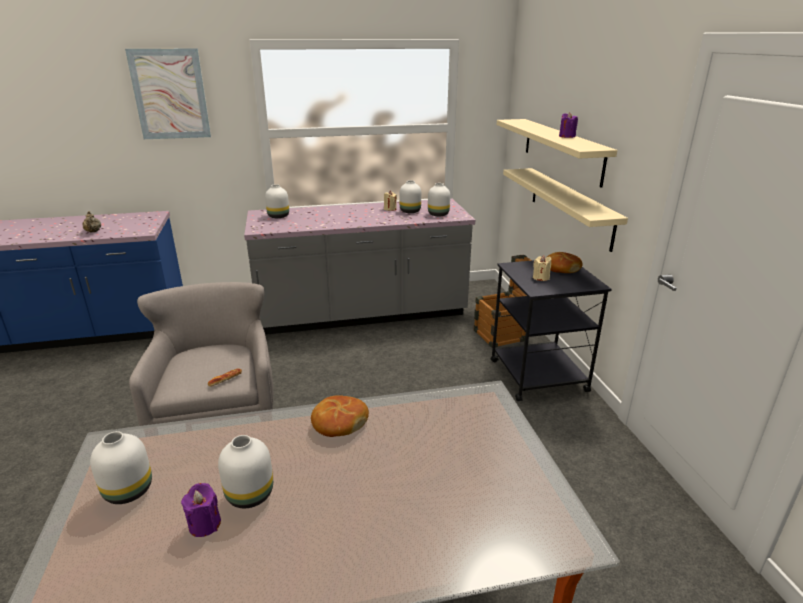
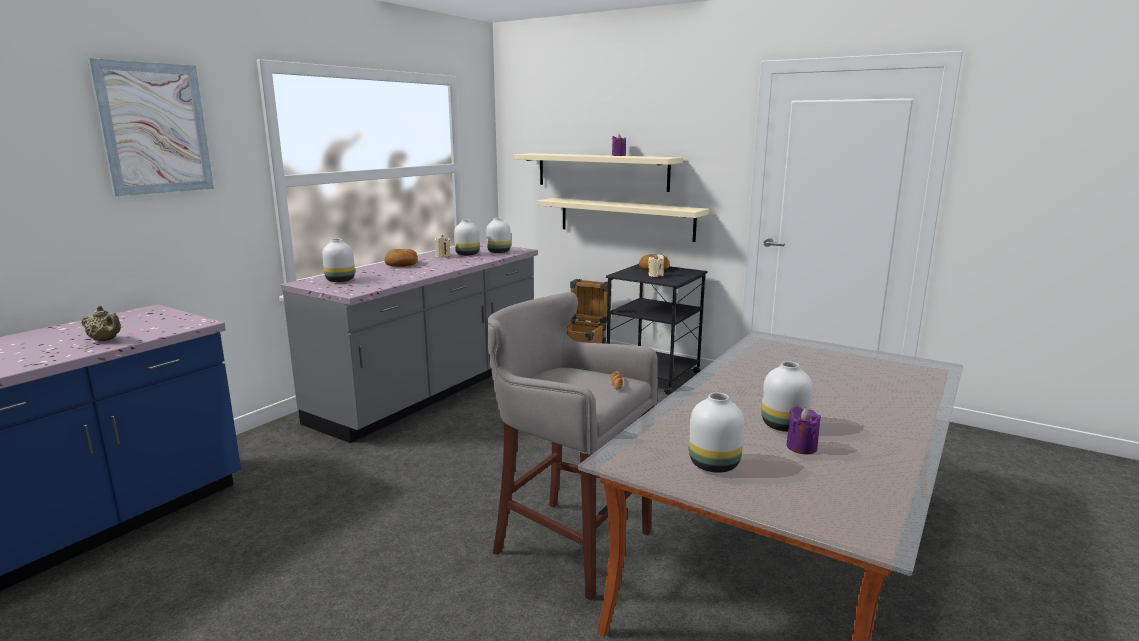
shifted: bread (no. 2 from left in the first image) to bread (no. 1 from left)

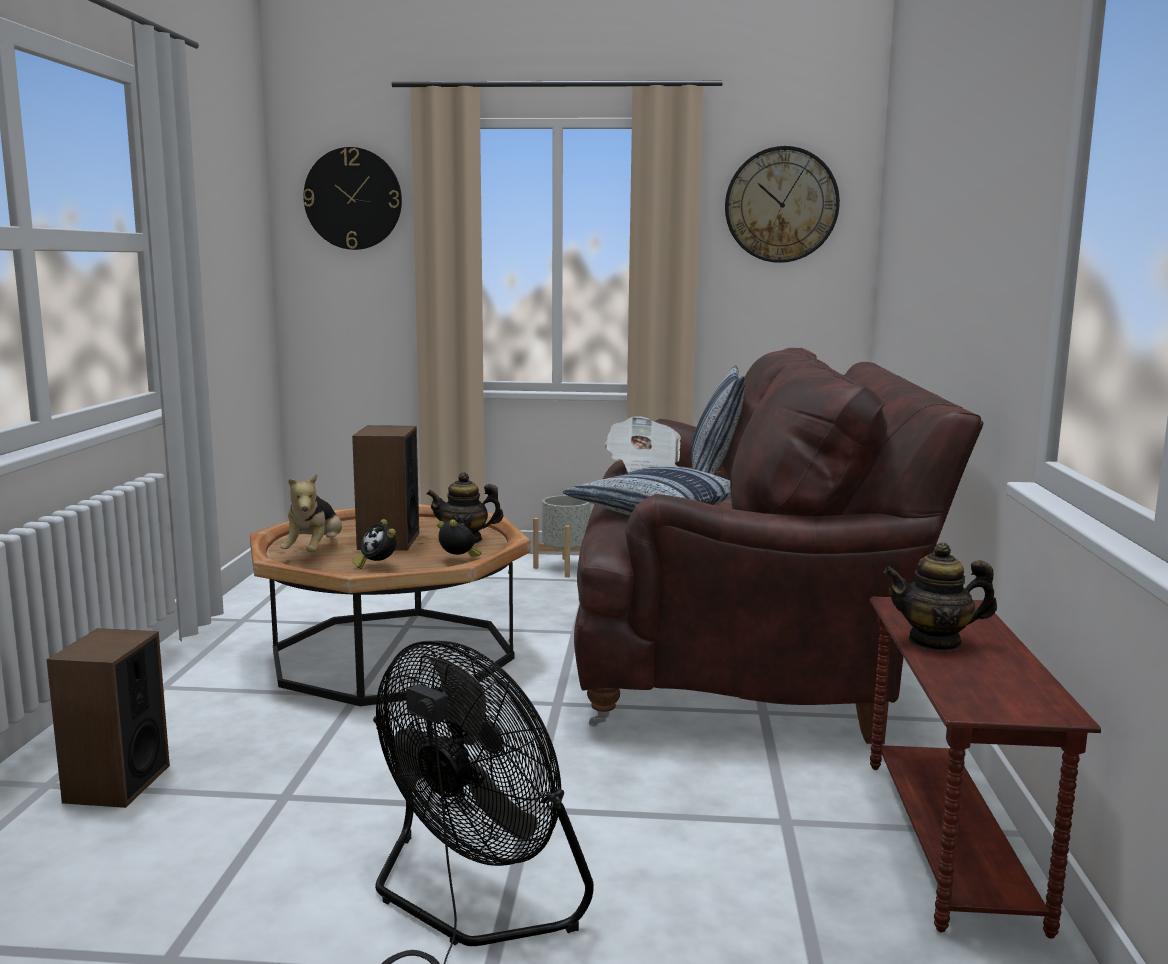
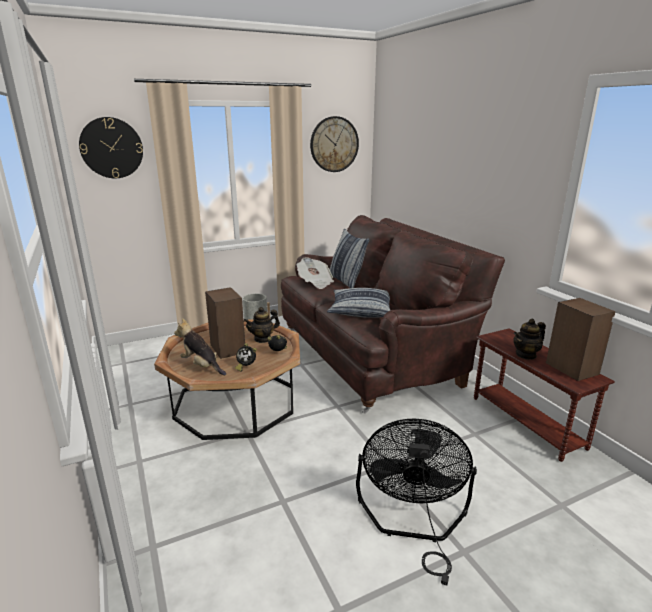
shifted: speaker (no. 1 from left in the first image) to speaker (no. 2 from left)
rotated: plush toy 150 degrees clockwise

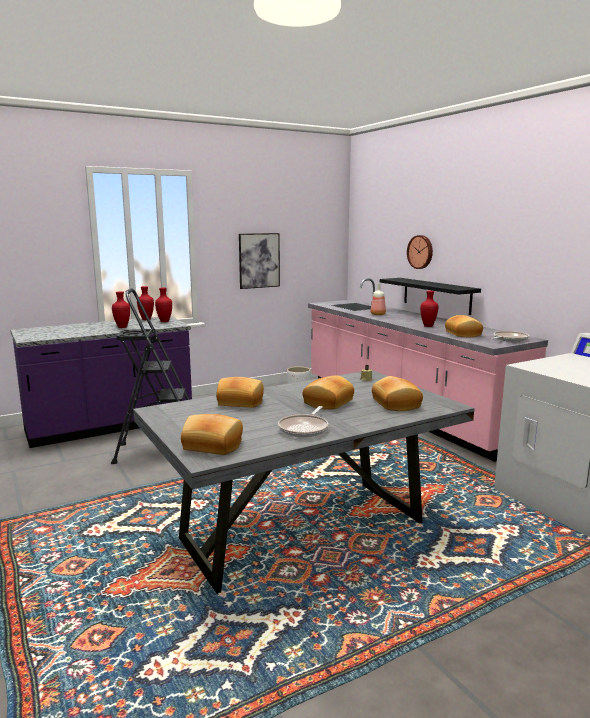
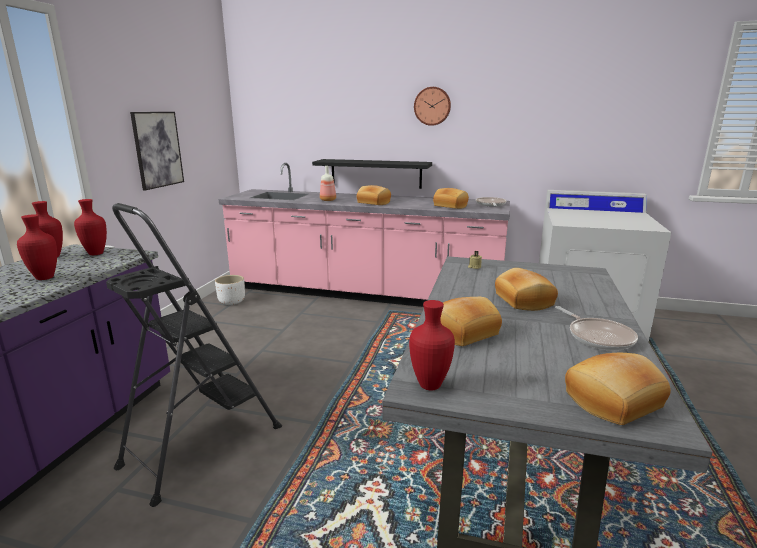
shifted: bread (no. 4 from left in the first image) to bread (no. 1 from left); vase (red) (no. 4 from left); wall clock

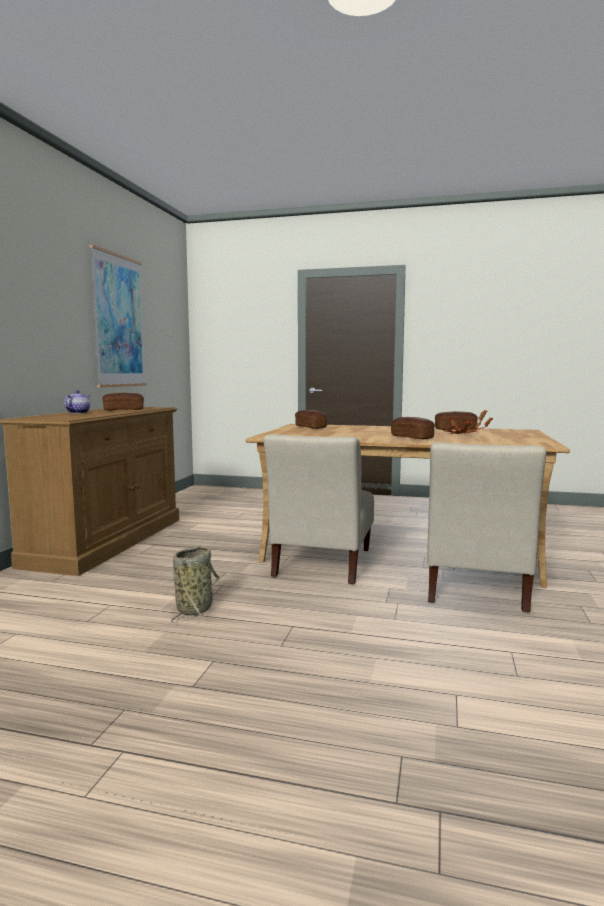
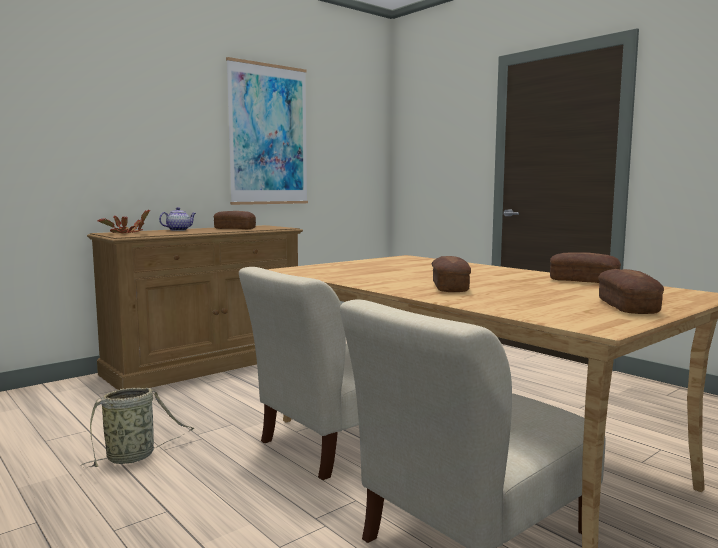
shifted: potted plant; bread (no. 2 from left in the first image) to bread (no. 4 from left)

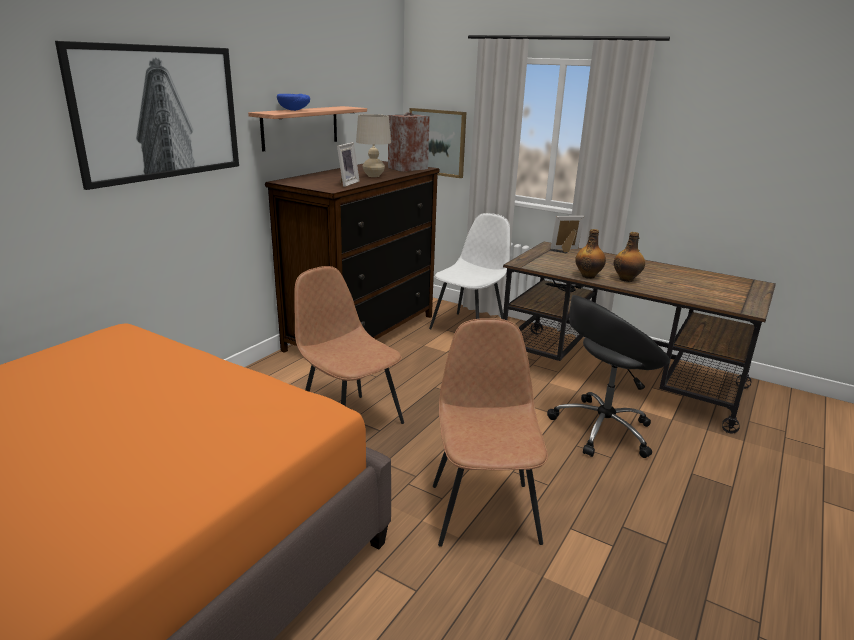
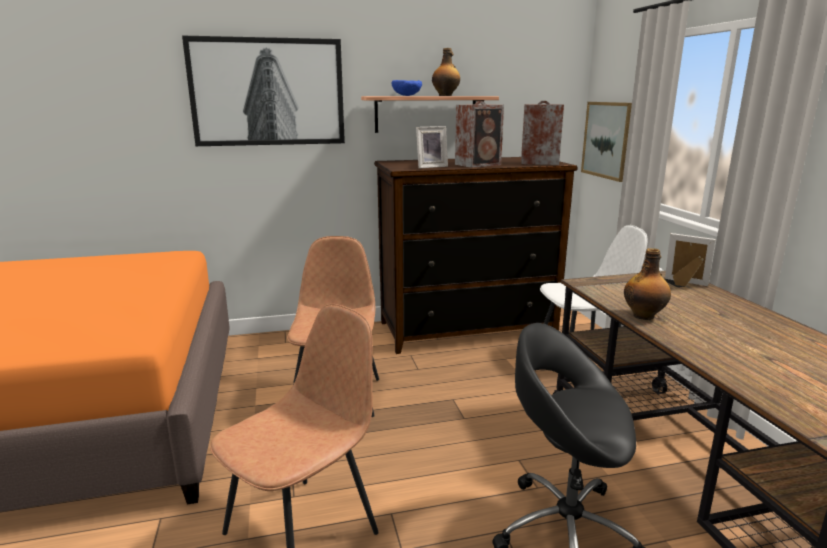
shifted: bottle (no. 2 from left in the first image) to bottle (no. 1 from left)
swapped: table lamp (beige) to speaker (no. 1 from left)

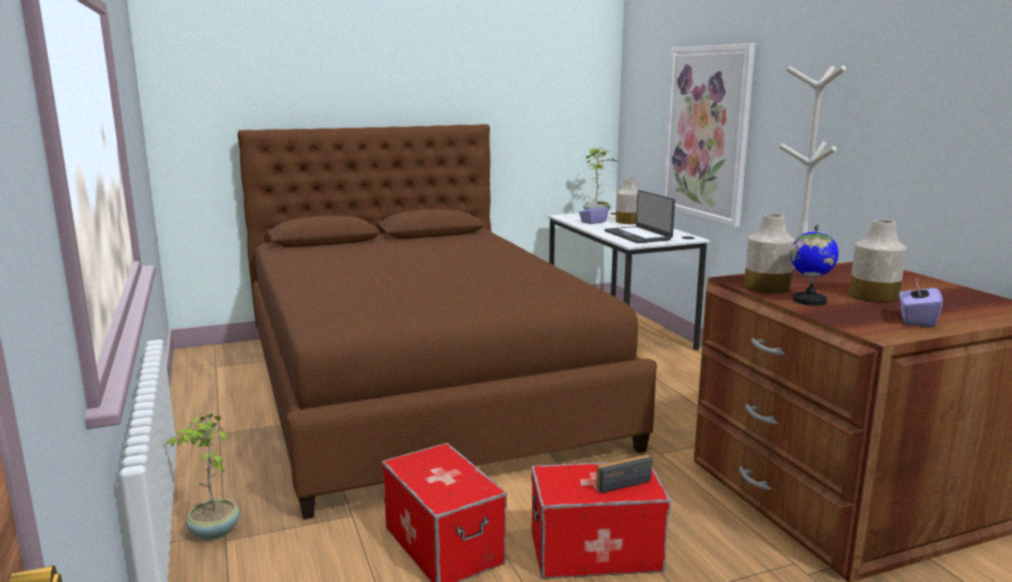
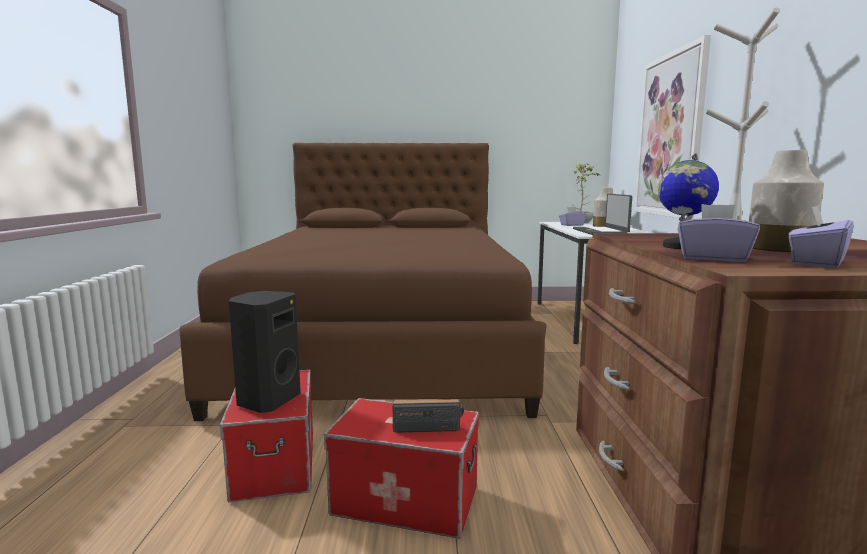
gone: potted plant (no. 1 from left); vase (beige) (no. 2 from left)
new: speaker (black); tissue box (purple) (no. 2 from left)

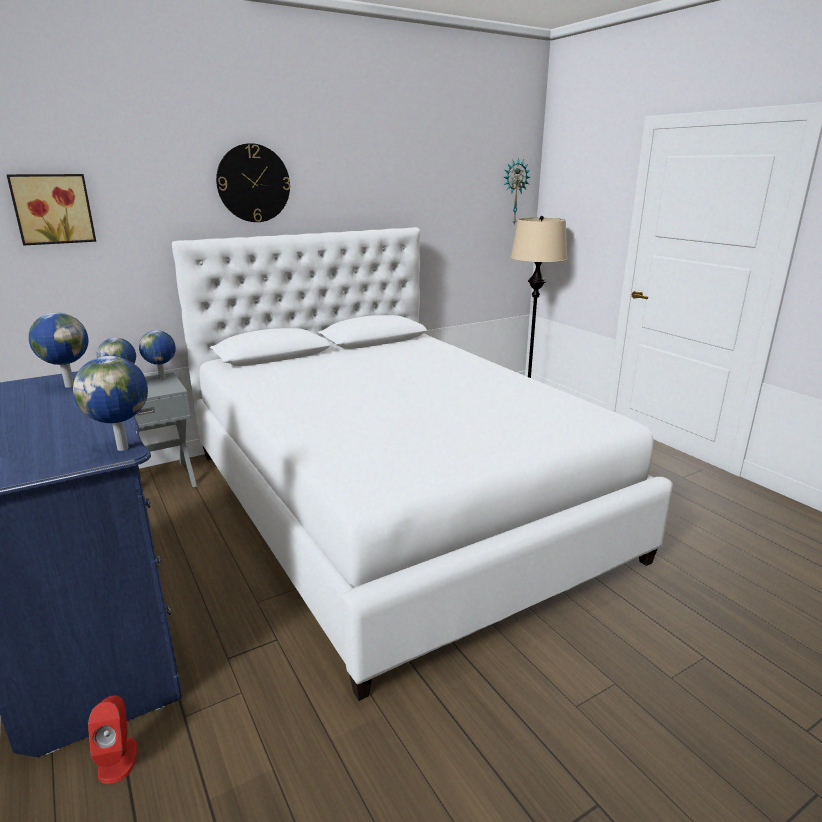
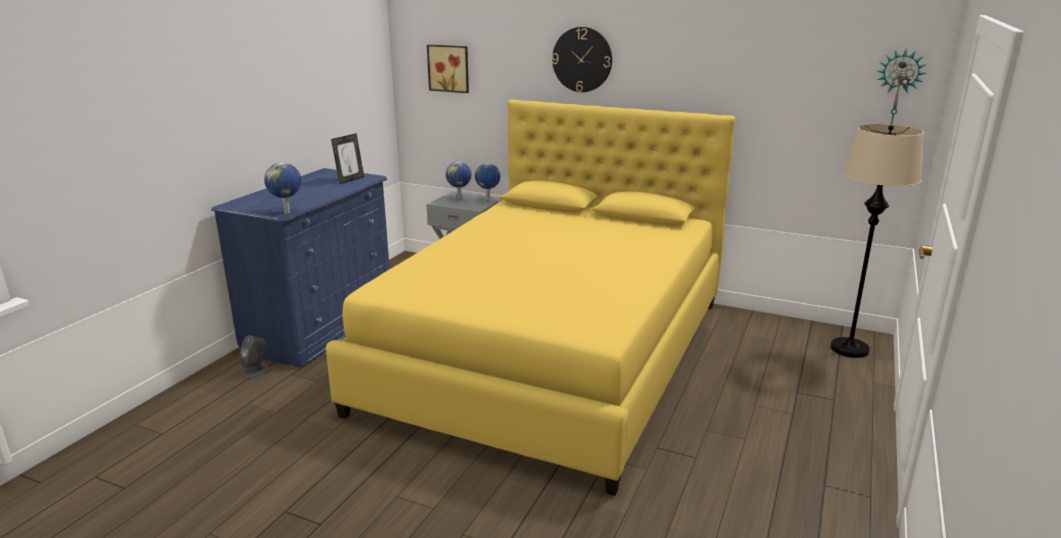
swapped: globe (no. 1 from left) to picture frame
repainted: speaker (red) to speaker (grey); bed (white) to bed (yellow)

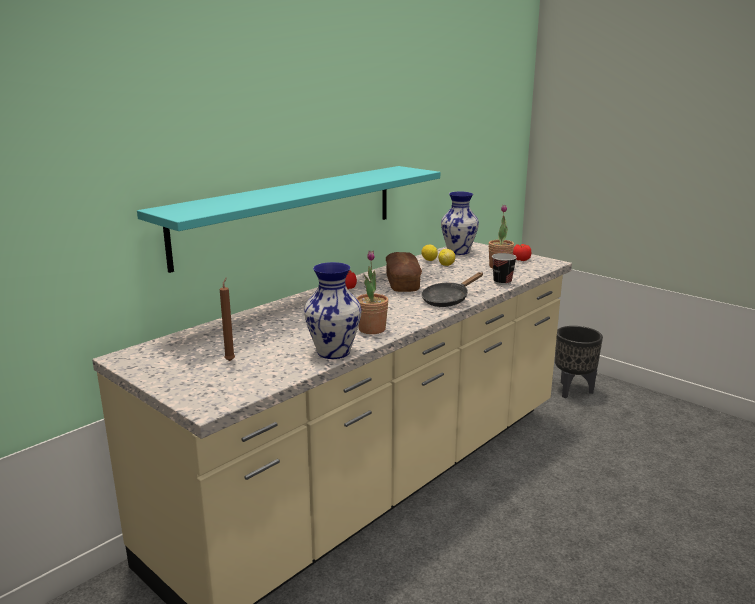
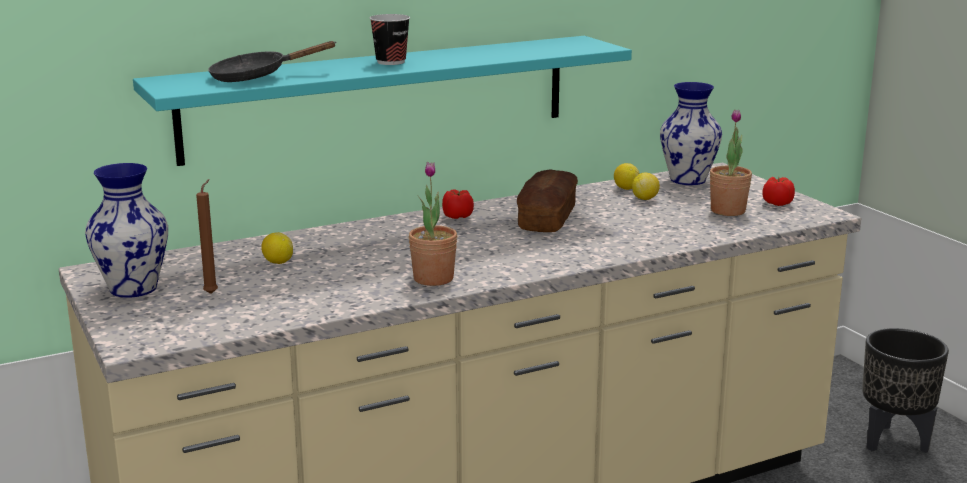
new: lemon (no. 1 from left)
shifted: vase (no. 1 from left); frying pan (black); cup

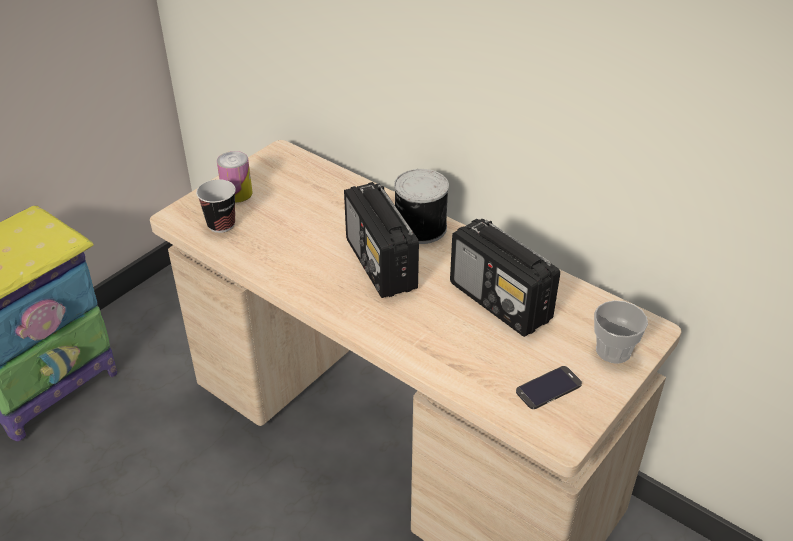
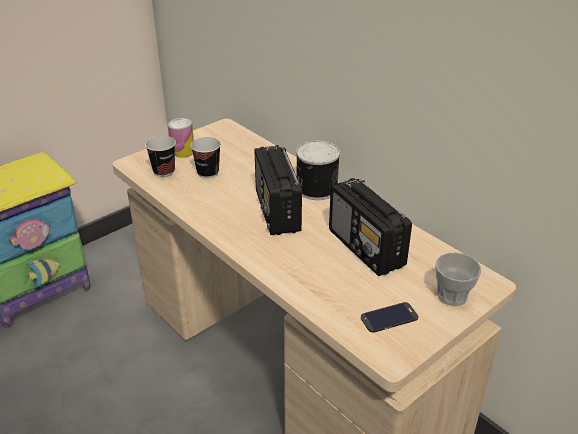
new: cup (no. 2 from left)

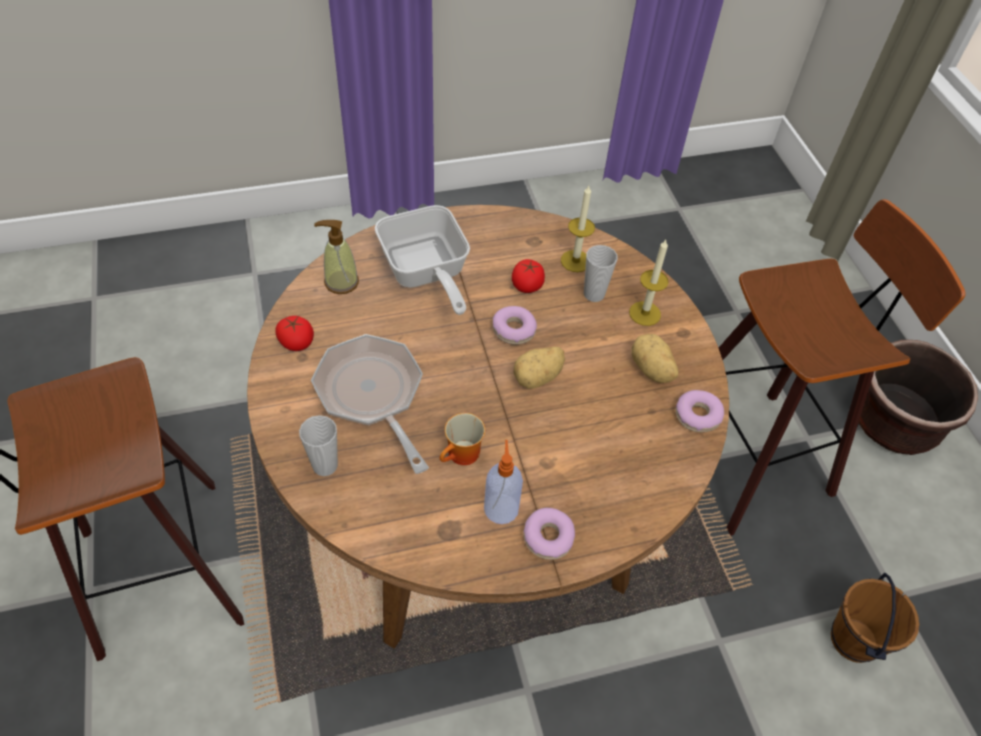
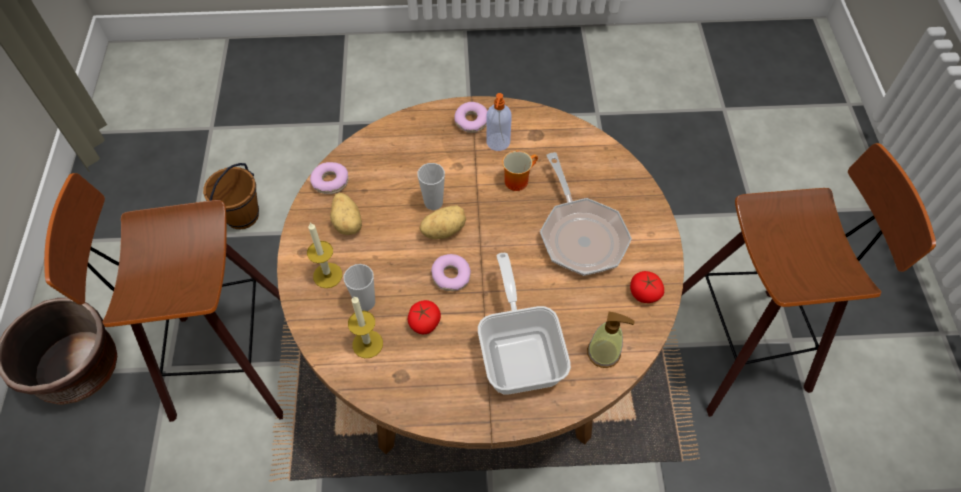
shifted: cup (no. 1 from left in the first image) to cup (no. 2 from left)

